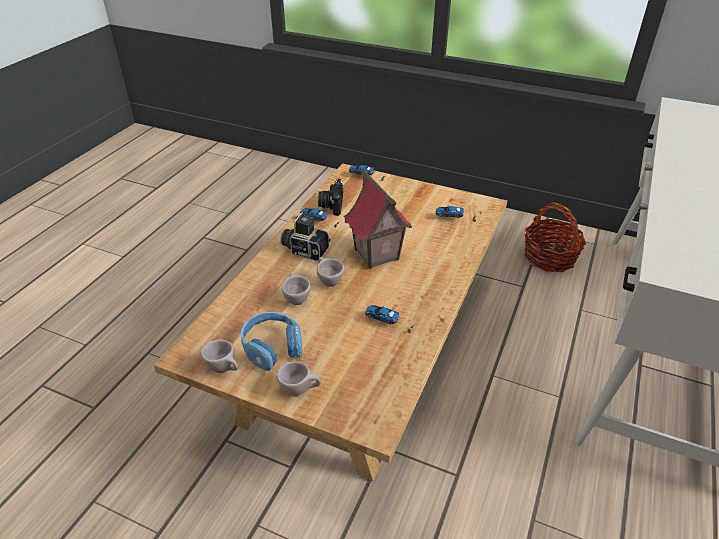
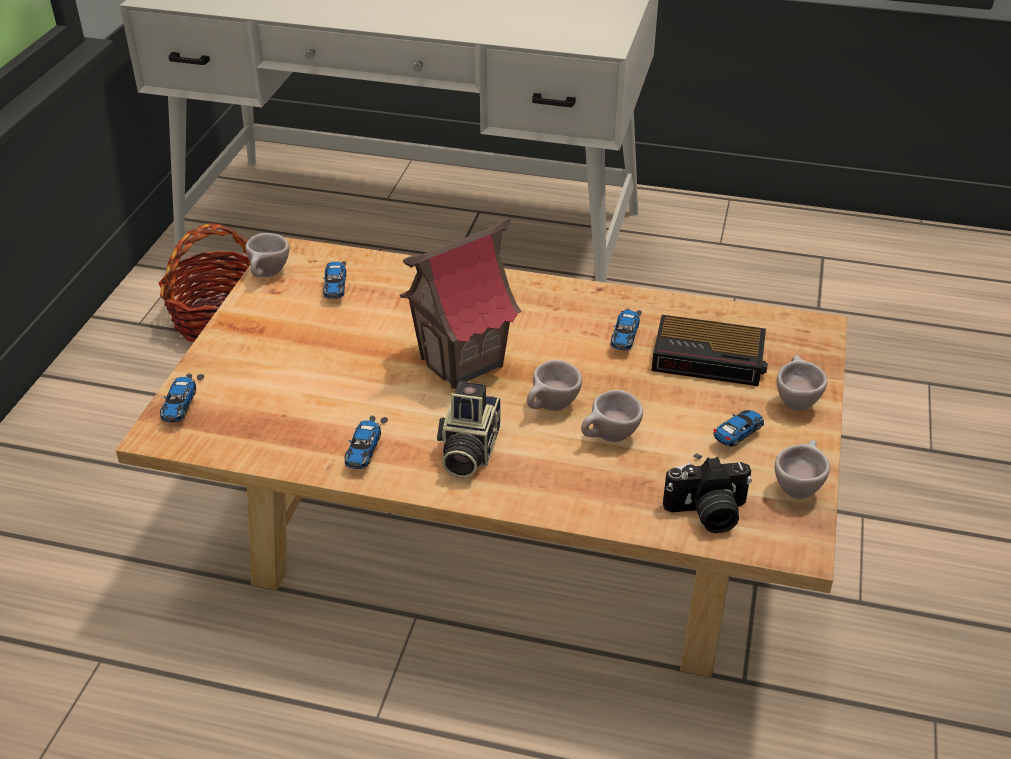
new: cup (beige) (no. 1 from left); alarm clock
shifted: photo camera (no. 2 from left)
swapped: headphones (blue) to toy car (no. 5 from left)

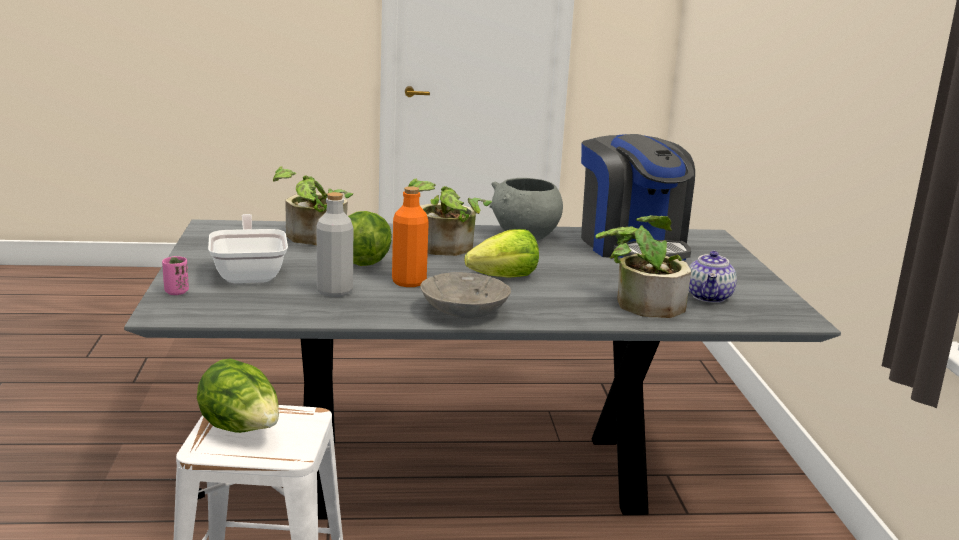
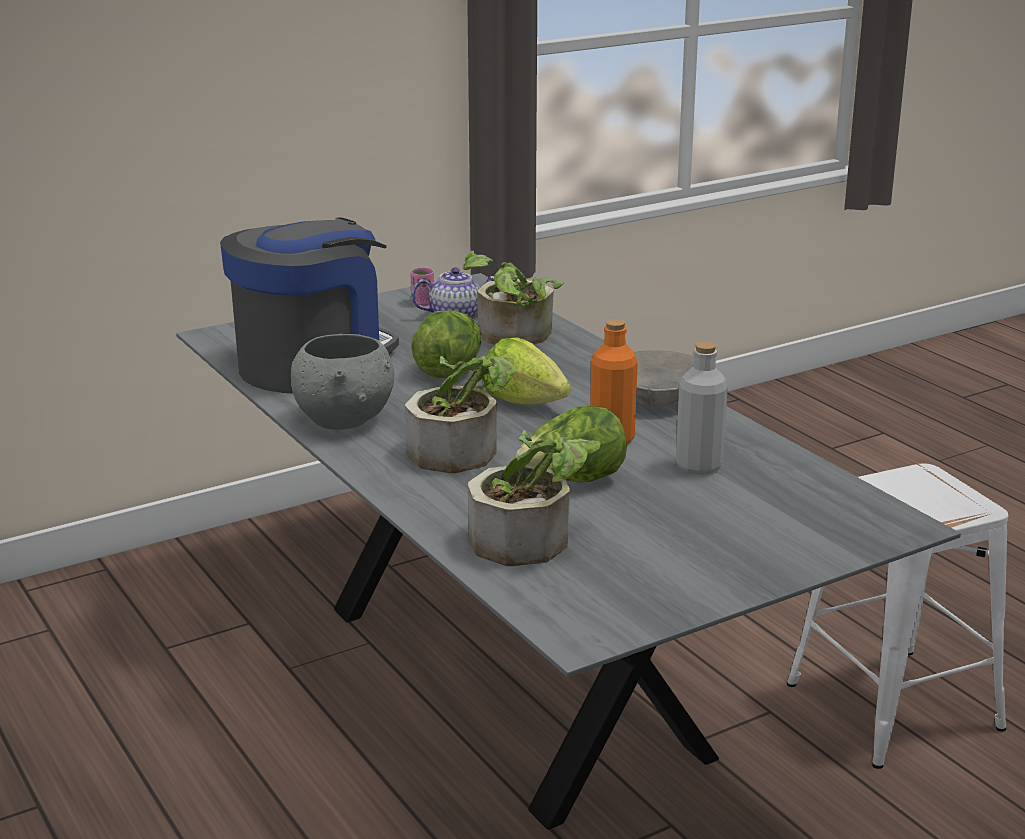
gone: frying pan
shifted: cup (pink); lettuce (no. 1 from left)

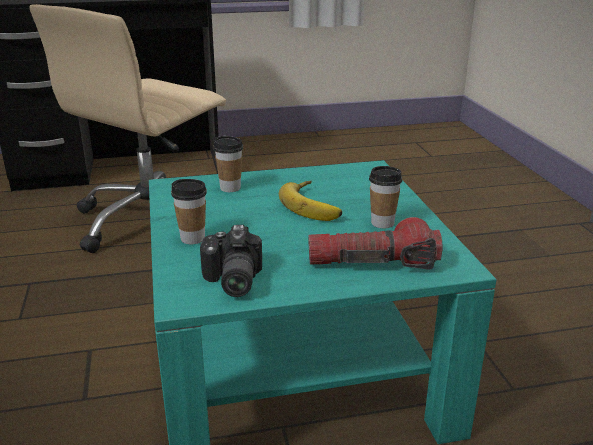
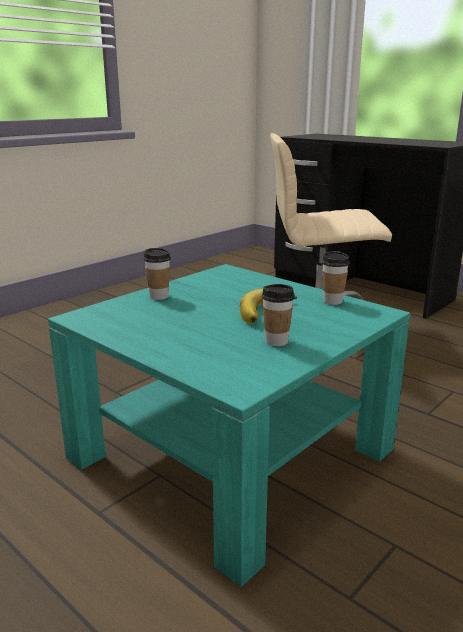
gone: photo camera; flashlight
shifted: cup (no. 2 from left in the first image) to cup (no. 3 from left)

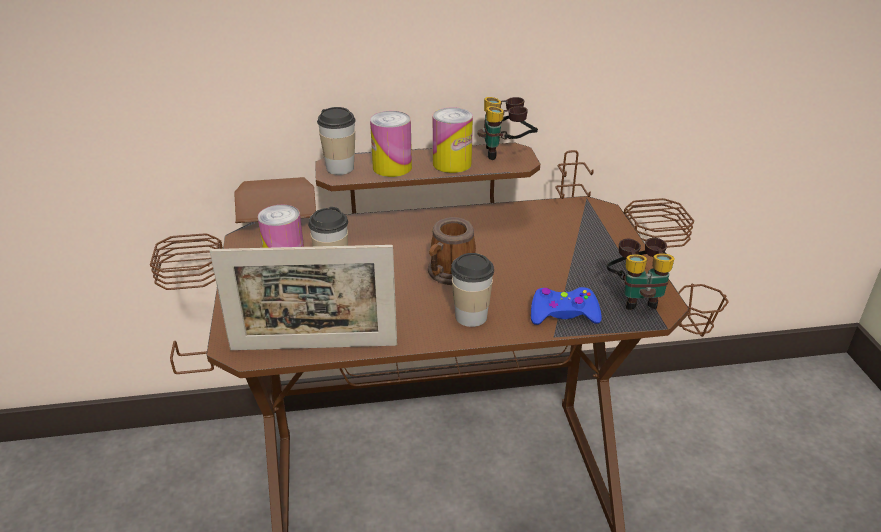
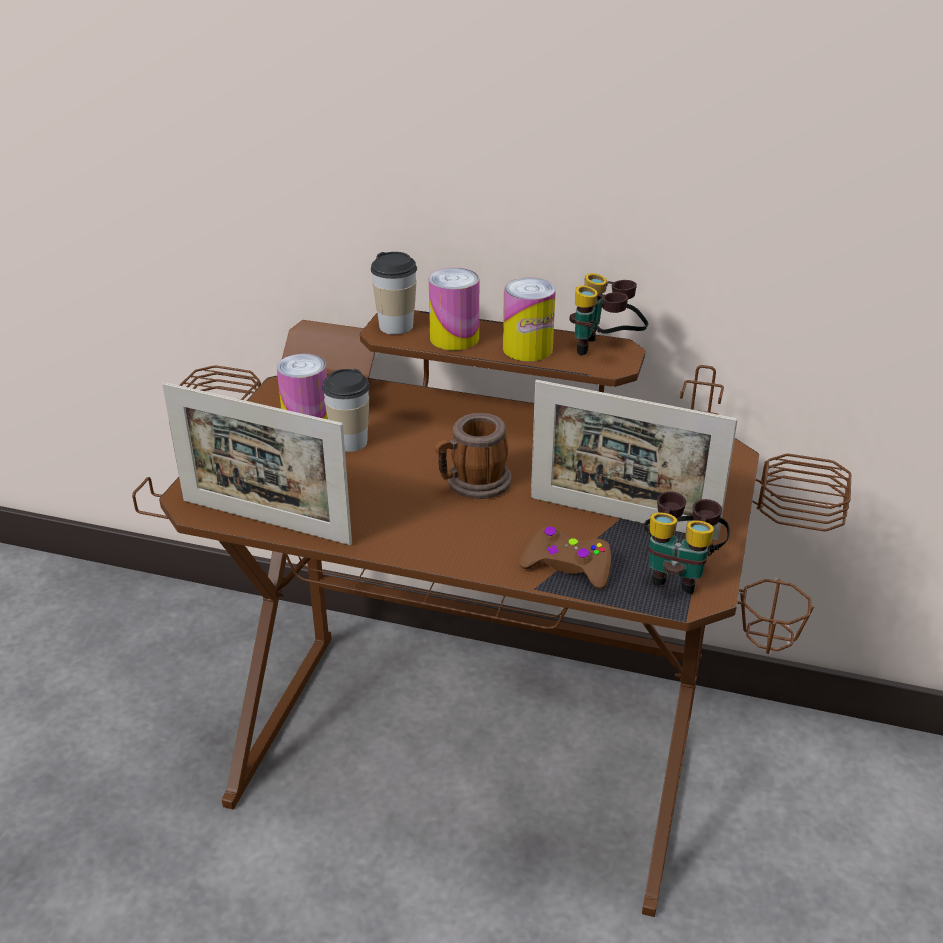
gone: cup (no. 3 from left)
new: picture frame (no. 2 from left)
repainted: game controller (blue) to game controller (brown)

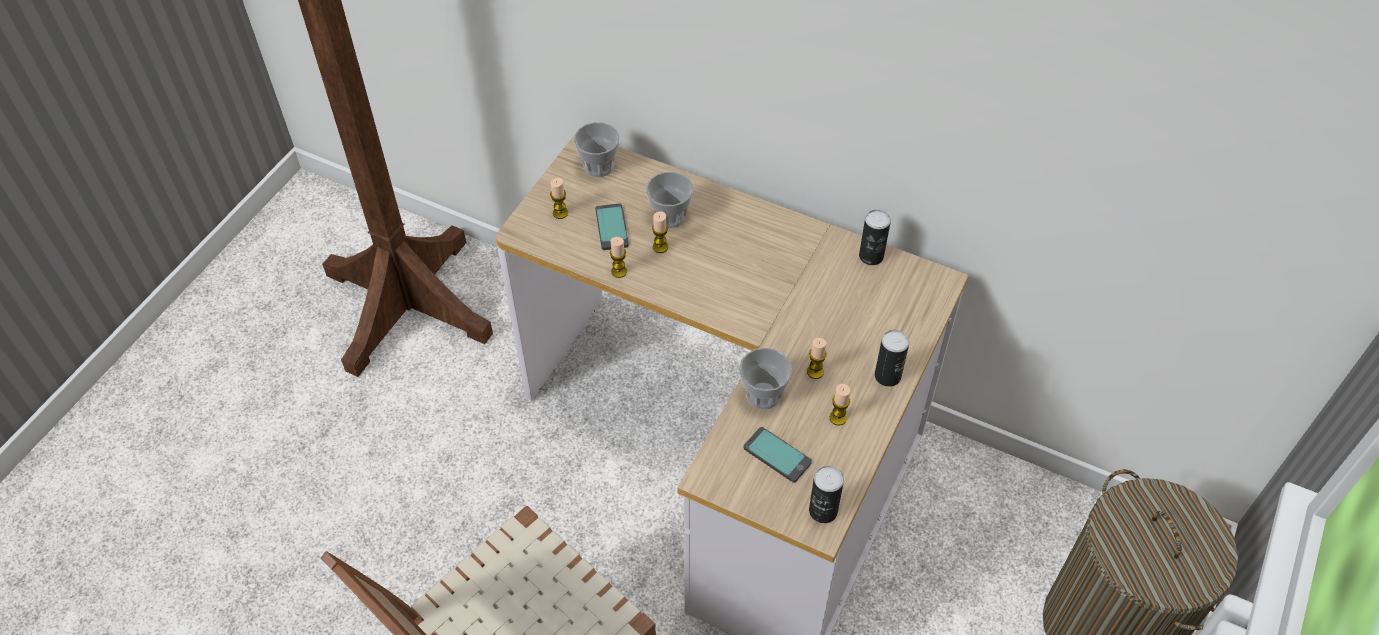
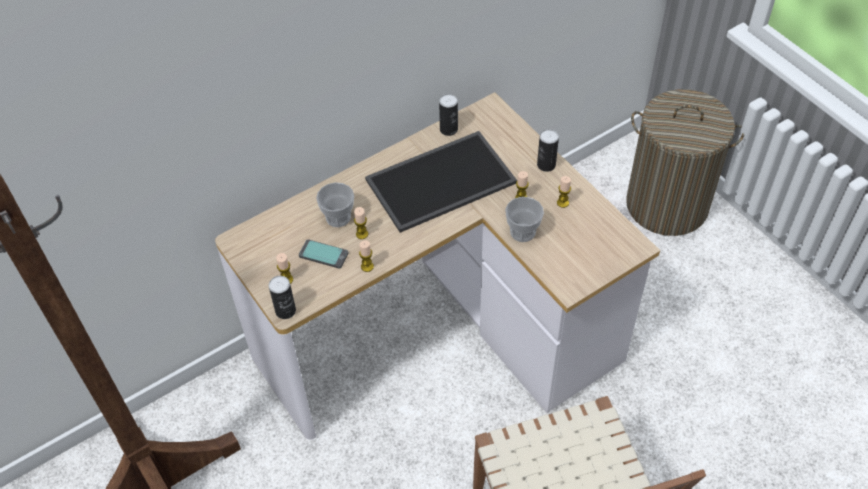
gone: cup (no. 1 from left); phone (no. 2 from left)
new: tray
shifted: can (no. 1 from left)

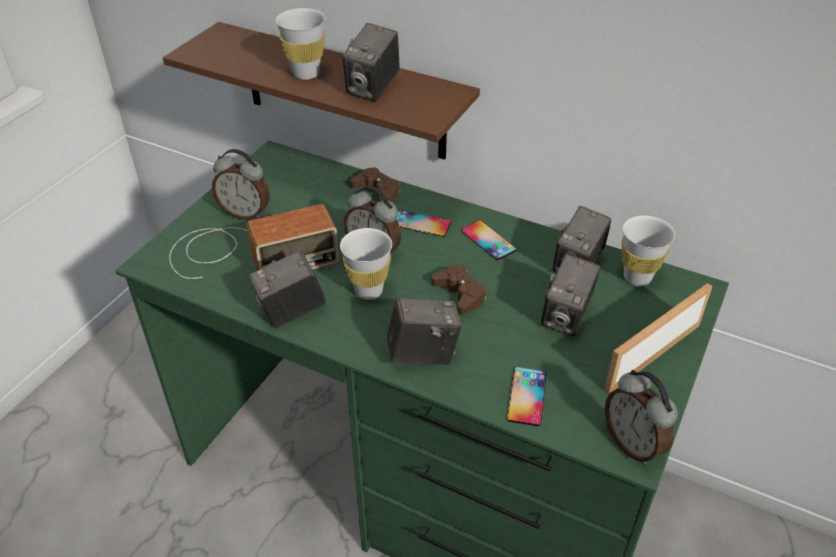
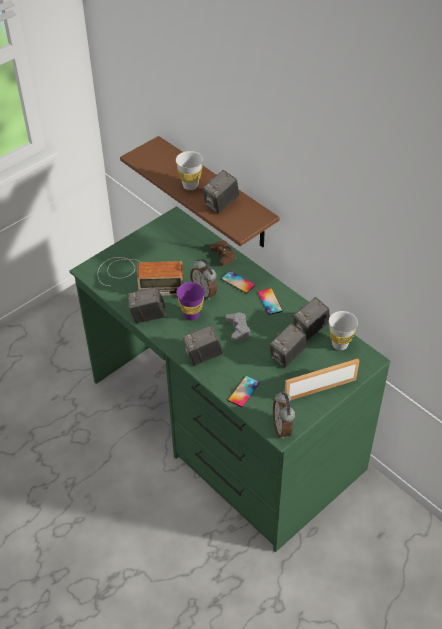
gone: alarm clock (no. 1 from left)
repainted: cup (white) (no. 2 from left) to cup (purple); game controller (brown) (no. 2 from left) to game controller (grey)
rotated: photo camera (no. 3 from left in the first image) 150 degrees clockwise

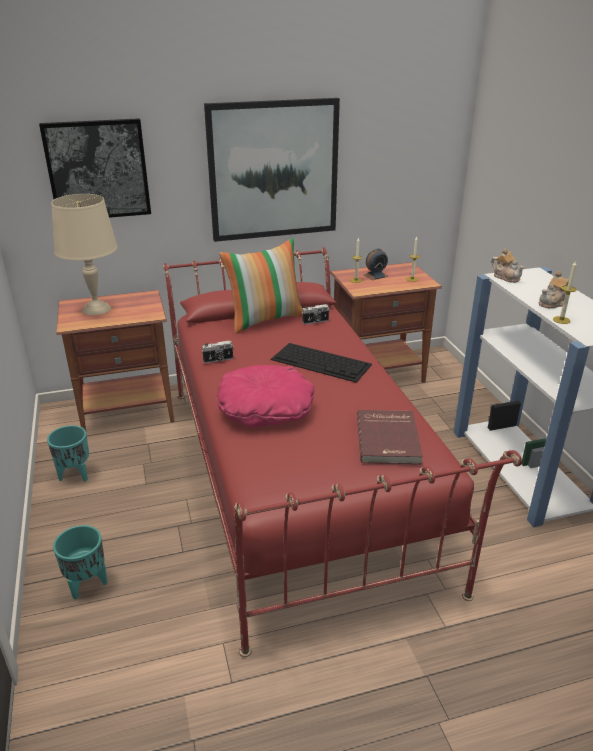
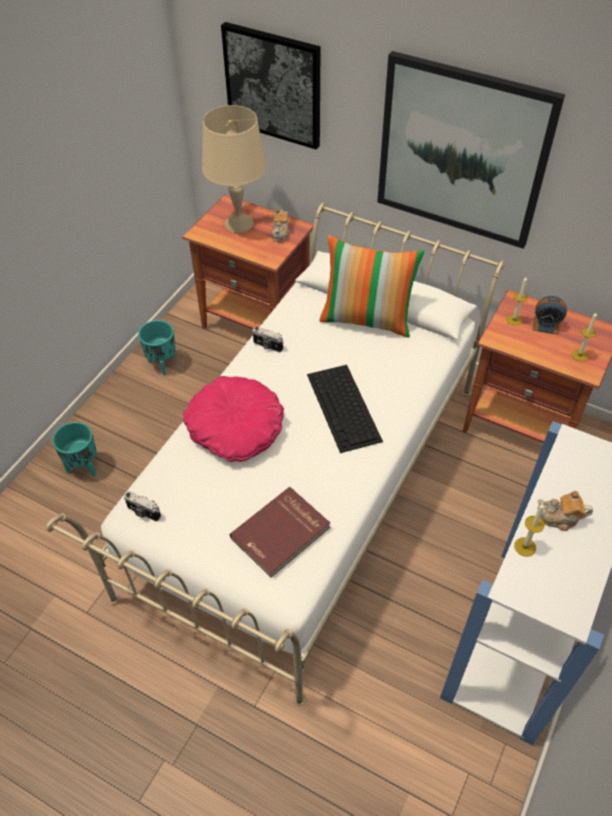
shifted: photo camera (no. 2 from left in the first image) to photo camera (no. 1 from left); teapot (no. 1 from left)
repainted: bed (red) to bed (white)

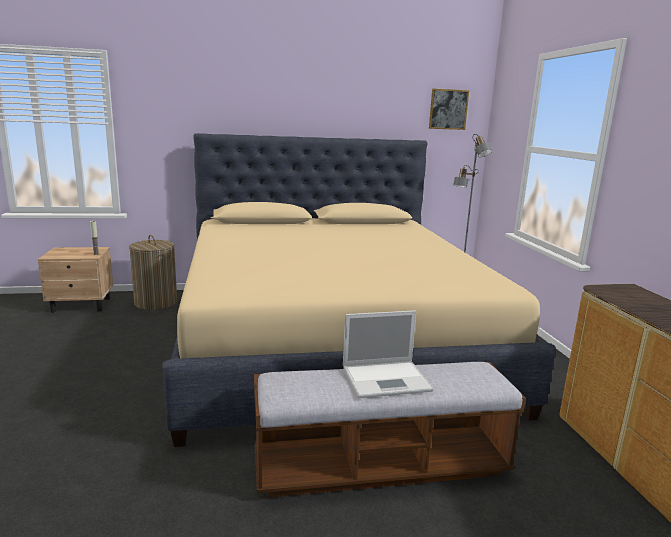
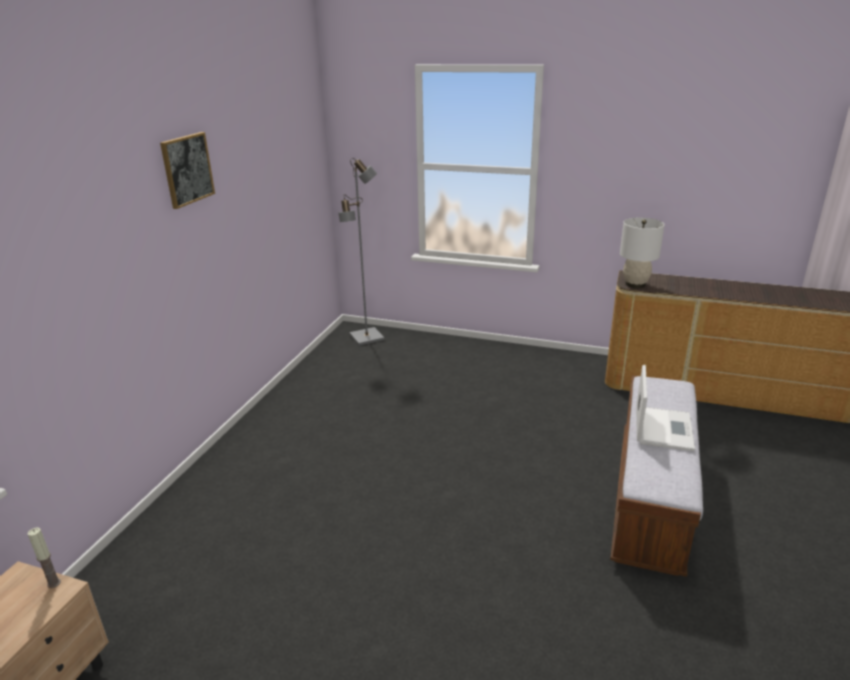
gone: laundry basket; bed (beige)
new: table lamp (white)
shifted: picture

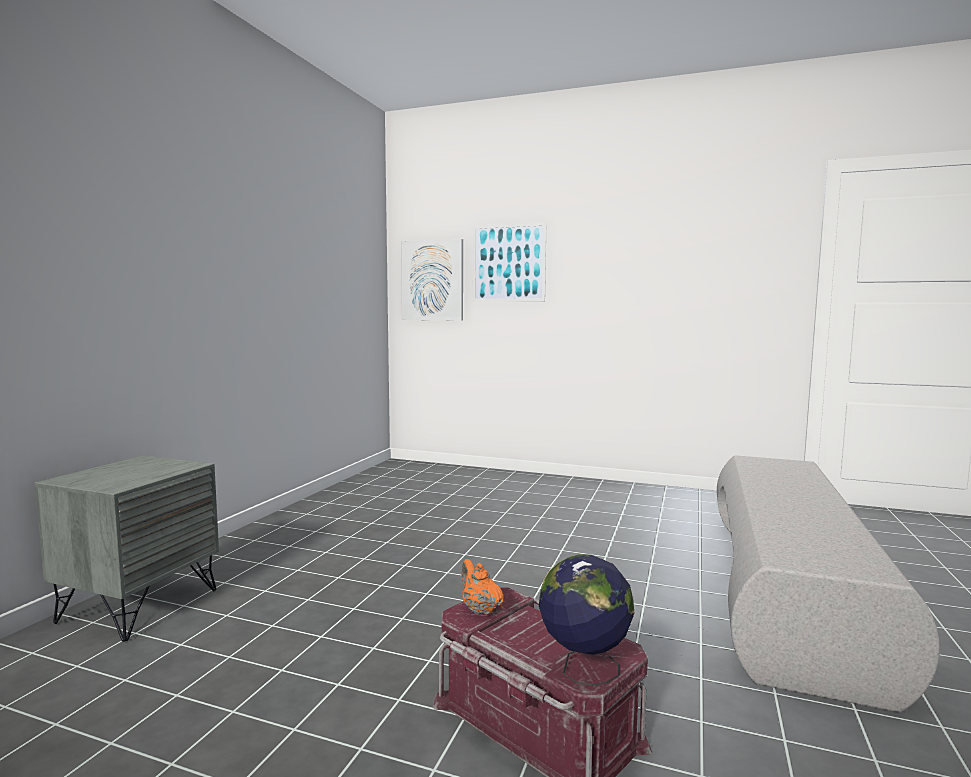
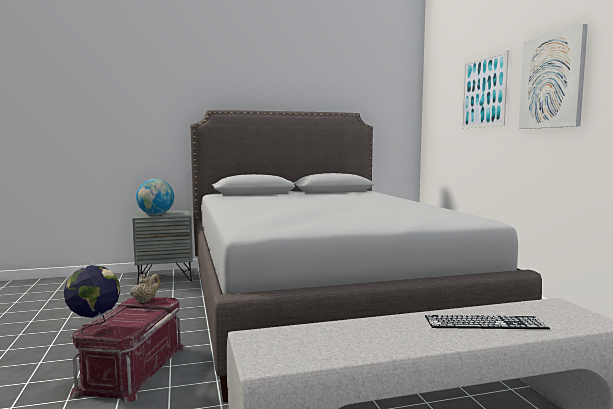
new: globe (no. 2 from left); bed (grey); keyboard
shifted: picture (no. 1 from left in the first image) to picture (no. 2 from left)
repainted: teapot (orange) to teapot (beige)

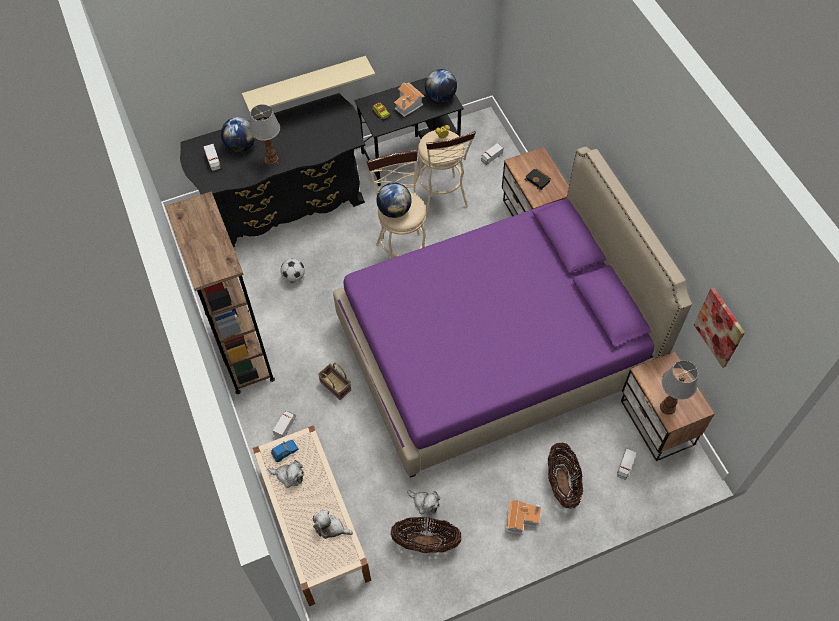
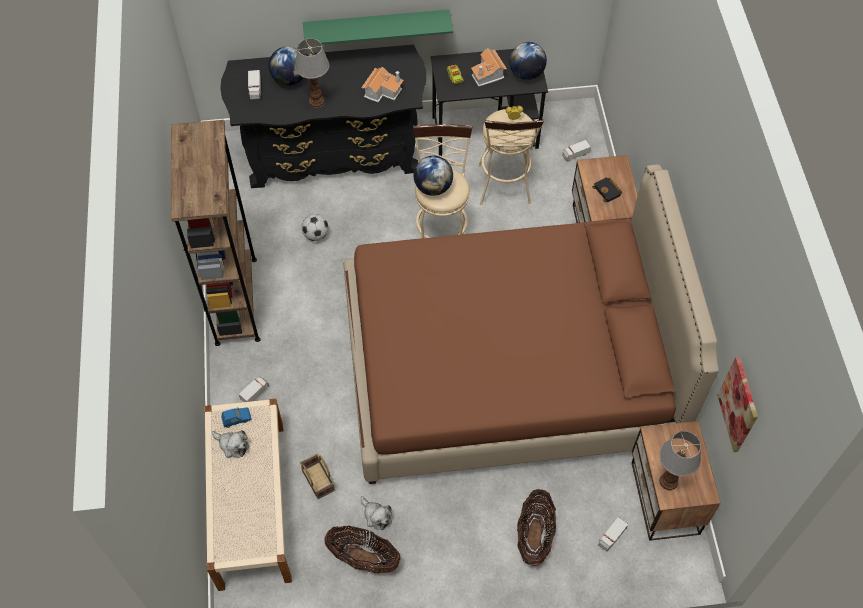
gone: plush toy (no. 2 from left)
shifted: basket (no. 1 from left); toy house (no. 2 from left in the first image) to toy house (no. 1 from left)
repainted: shelf (beige) to shelf (green); bed (purple) to bed (brown)

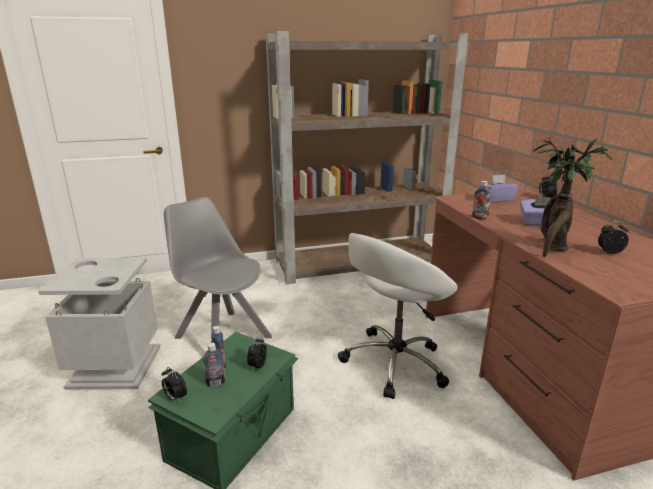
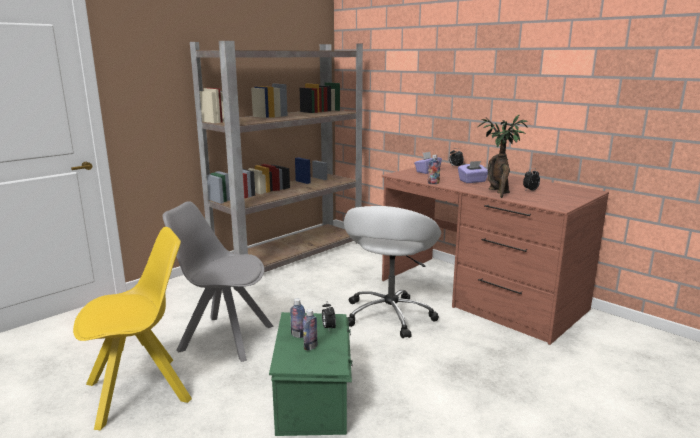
gone: alarm clock (no. 1 from left)
swapped: trash can (grey) to chair (yellow)

